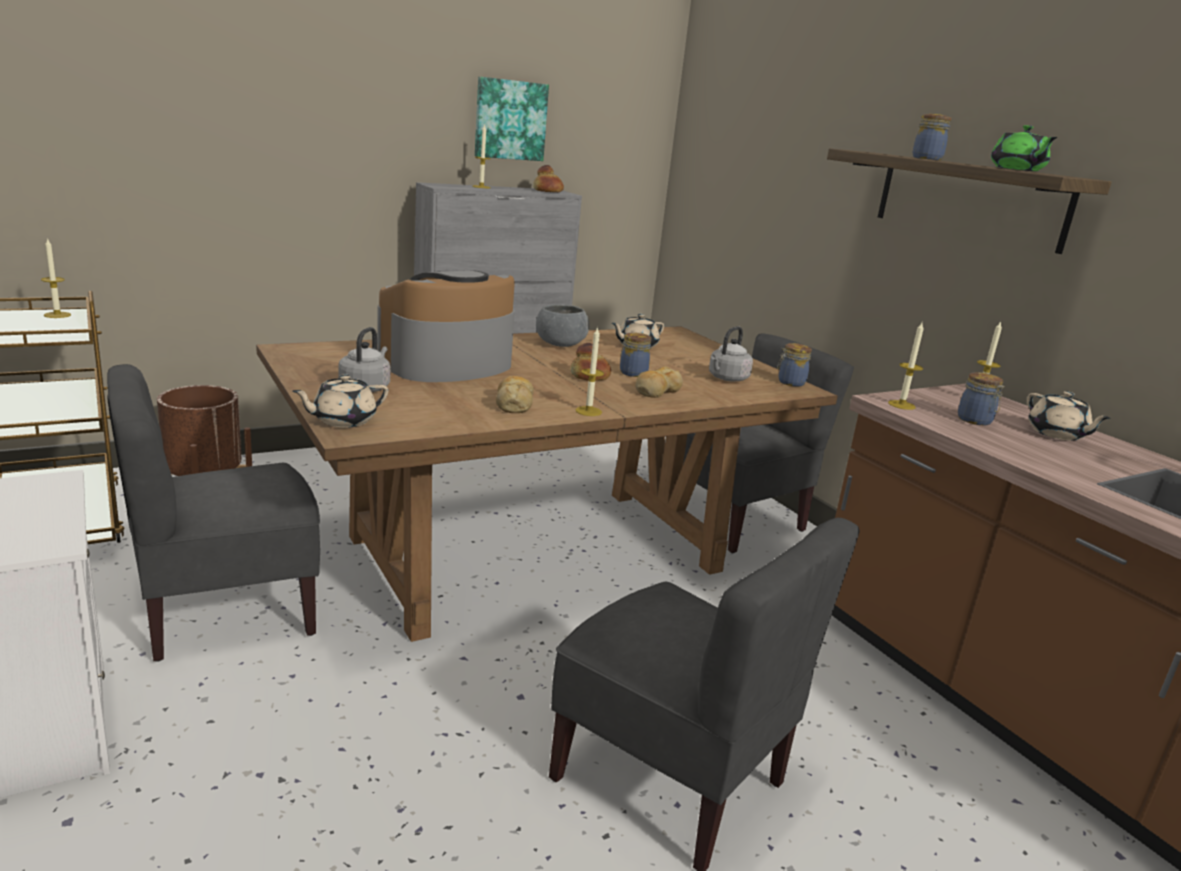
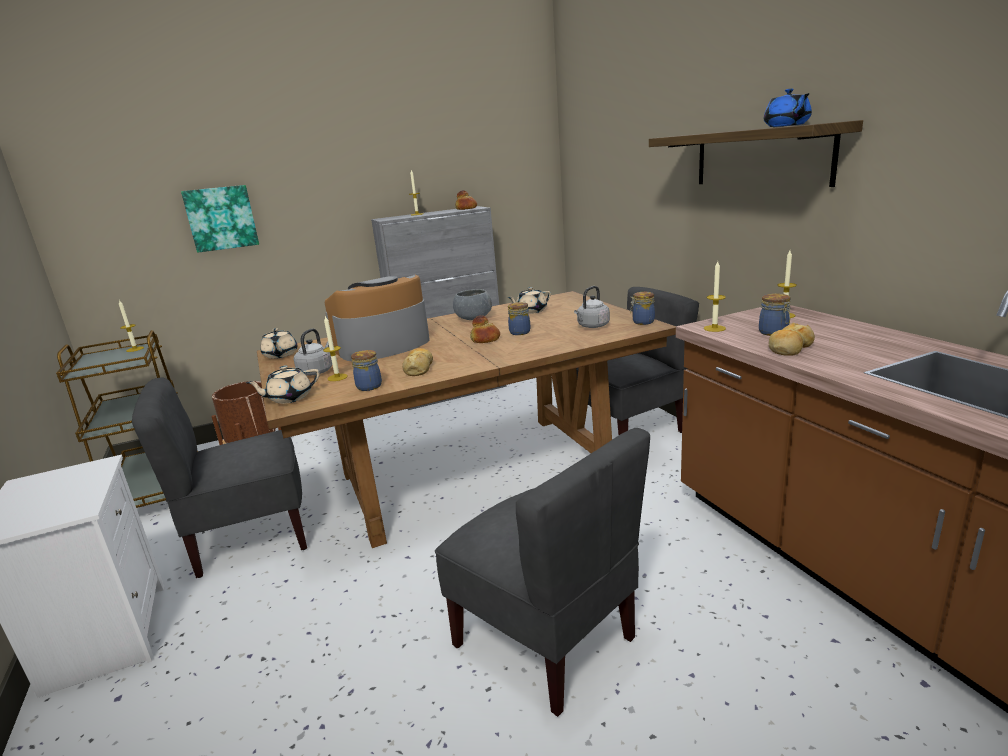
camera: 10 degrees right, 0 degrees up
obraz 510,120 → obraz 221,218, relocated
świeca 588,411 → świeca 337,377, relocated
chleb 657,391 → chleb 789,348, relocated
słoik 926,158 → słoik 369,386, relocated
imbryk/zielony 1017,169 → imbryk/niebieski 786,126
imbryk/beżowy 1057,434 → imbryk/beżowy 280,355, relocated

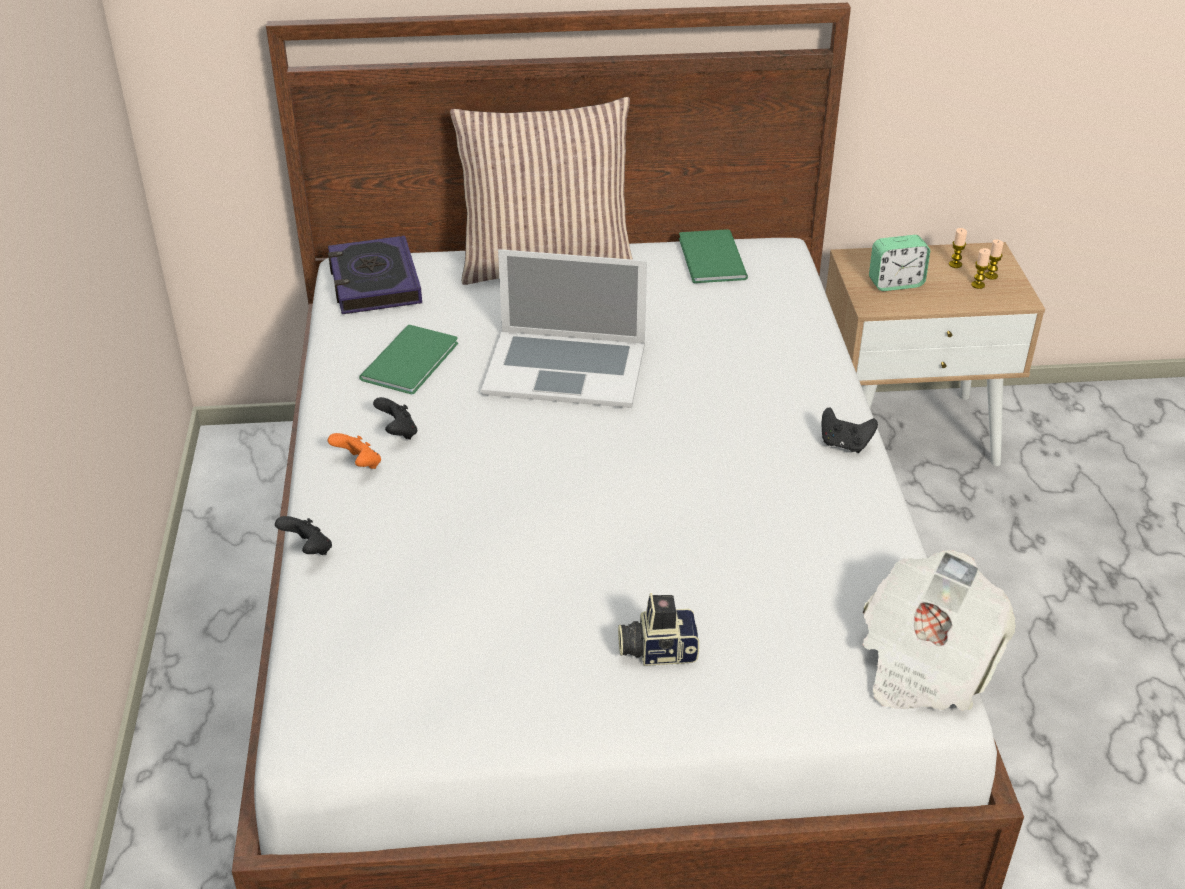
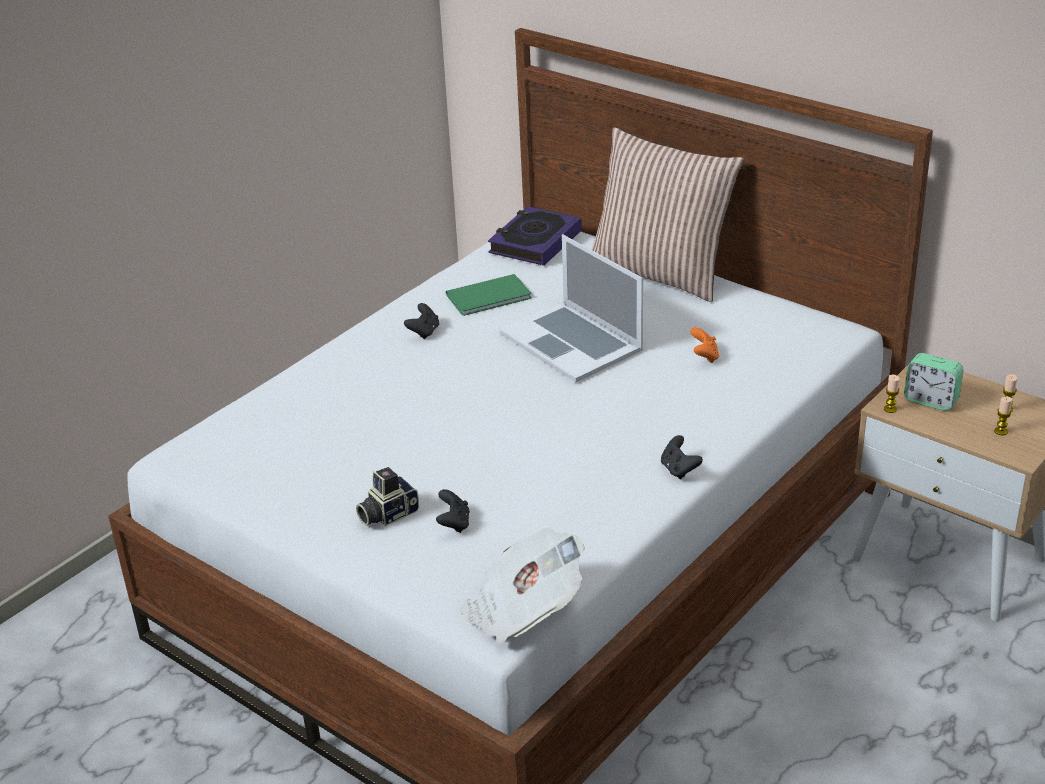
camera: 45 degrees right, 5 degrees down
pad do gier/czarny 308,550 → pad do gier/czarny 454,524, relocated
pad do gier/pomarańczowy 358,464 → pad do gier/pomarańczowy 704,356, relocated
aparat fotograficzny 657,649 → aparat fotograficzny 387,514, 75 degrees counterclockwise
książka/zielony 710,259 → -
świeca 991,276 → świeca 890,409, relocated

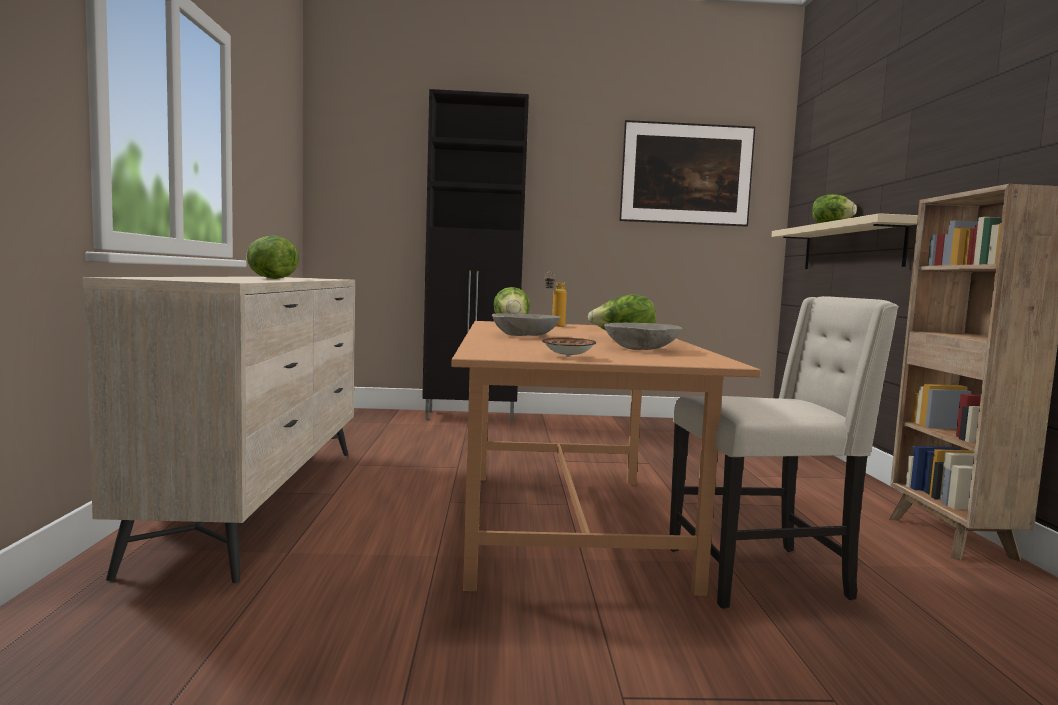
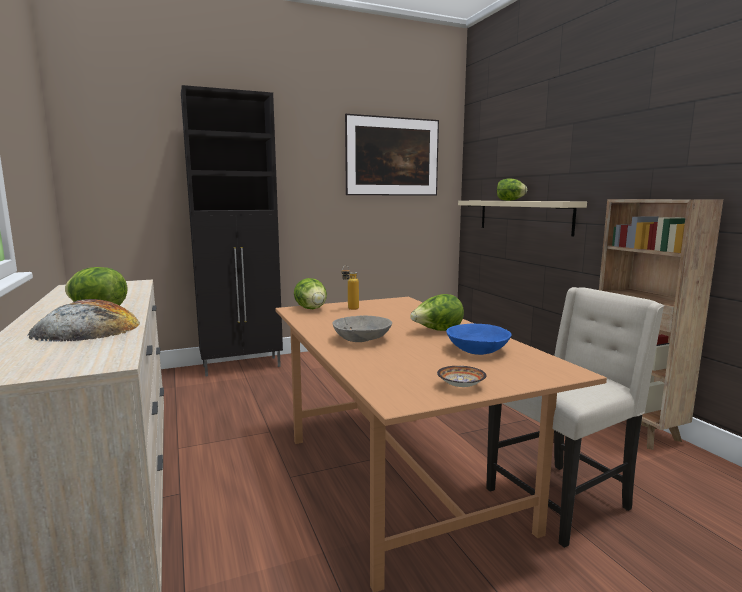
camera: 20 degrees left, 5 degrees up
miska/szary 641,348 → miska/niebieski 477,350
- → chleb 86,329

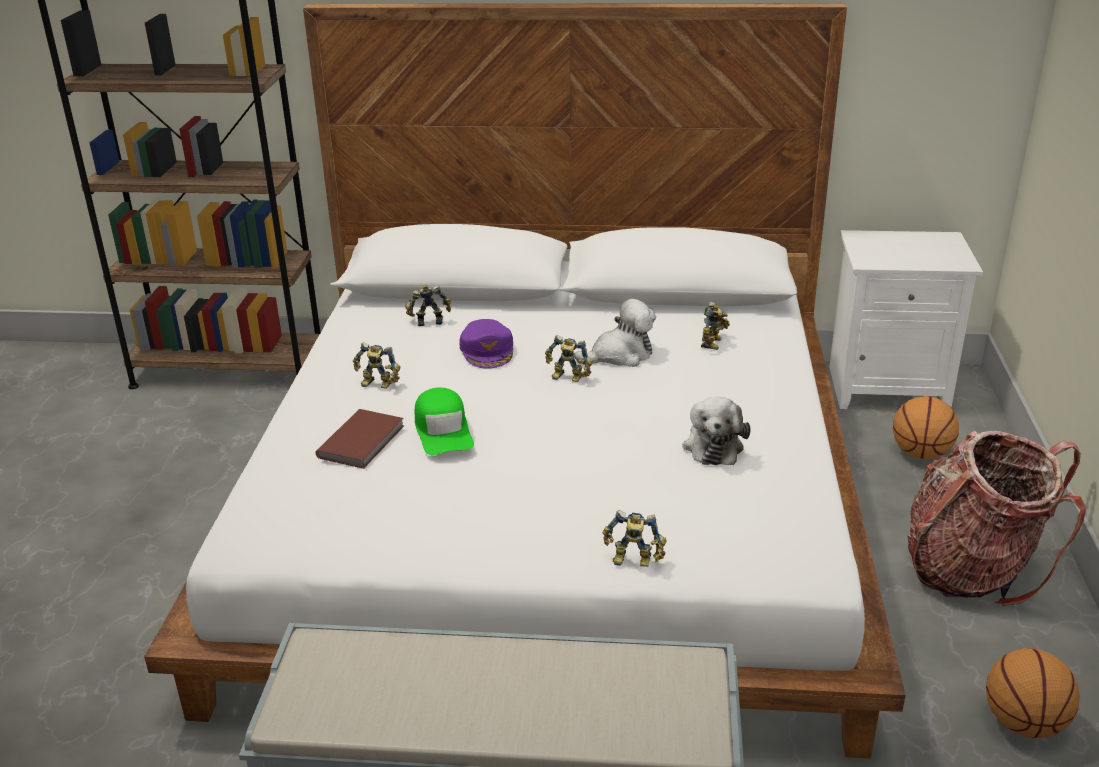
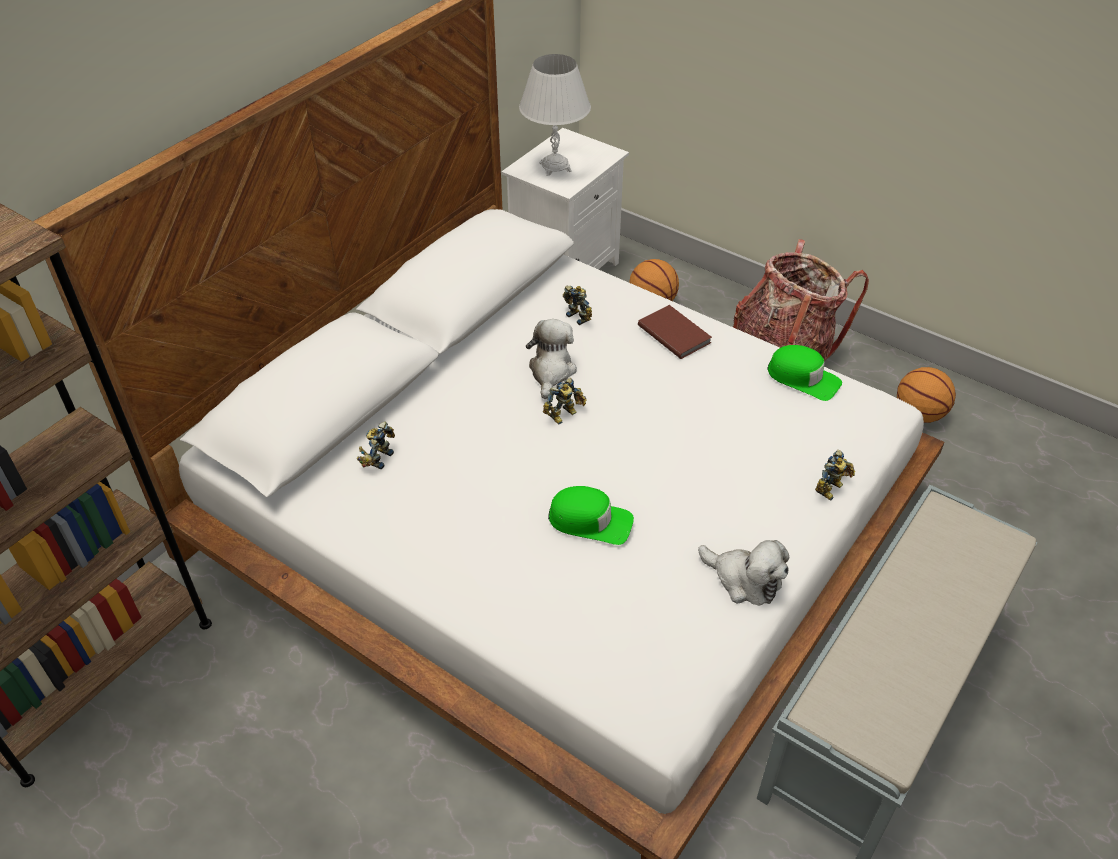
camera: 60 degrees left, 15 degrees up
książka/brązowy 363,441 → książka/brązowy 674,333, relocated
robot zabawkowy 377,385 → -
czapka z daszkiem/fioletowy 488,350 → -
pluszak 713,445 → pluszak 744,580, relocated
- → lampa stołowa/biały 555,167
- → czapka z daszkiem/zielony 803,378

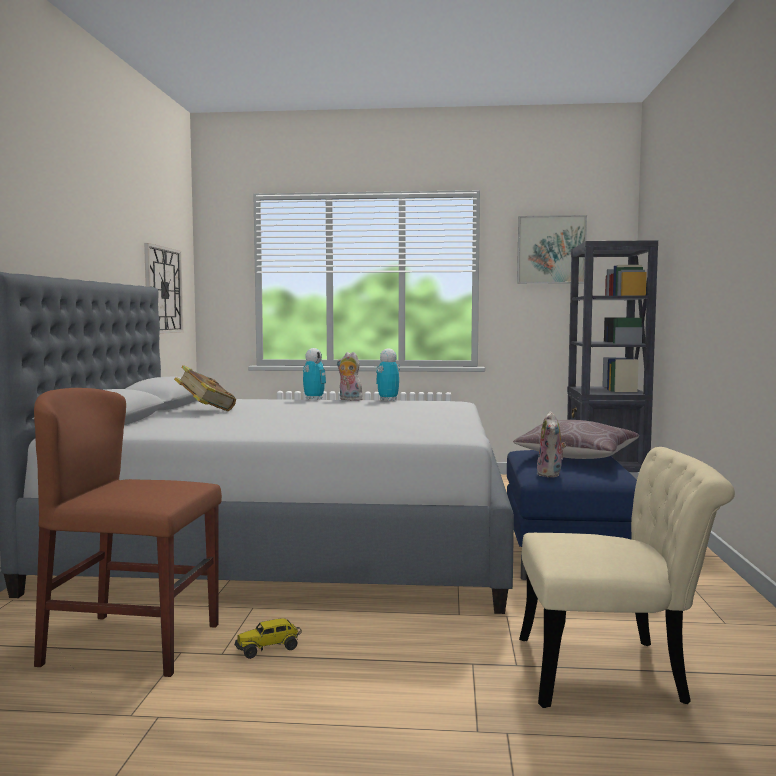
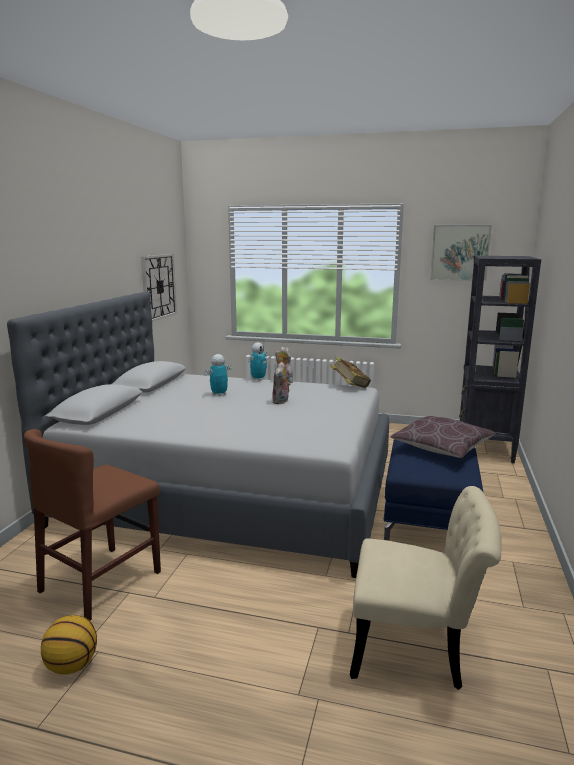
camera: 10 degrees right, 10 degrees up
krzesło/brązowy 133,644 → krzesło/brązowy 101,581, 75 degrees counterclockwise
książka 205,411 → książka 349,387, relocated
ciężarówka zabawkowa 268,649 → -
robot zabawkowy 388,400 → robot zabawkowy 219,394, relocated
pluszak 551,474 → pluszak 281,401, relocated
- → piłka do koszykówki 72,665

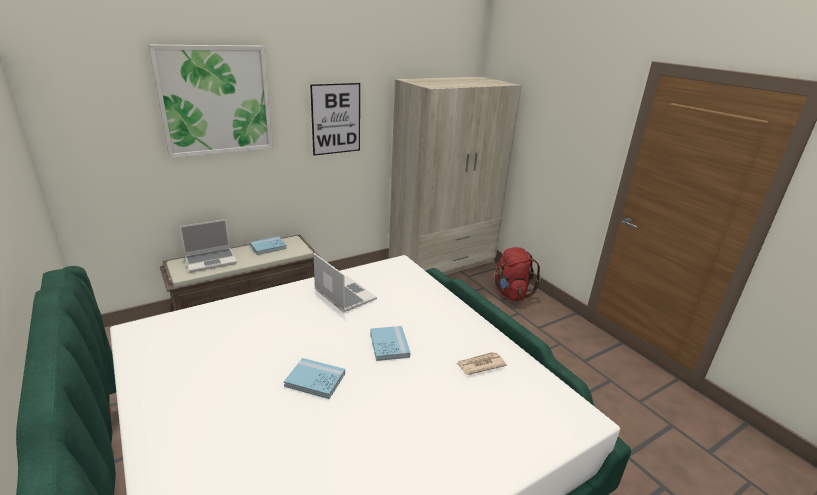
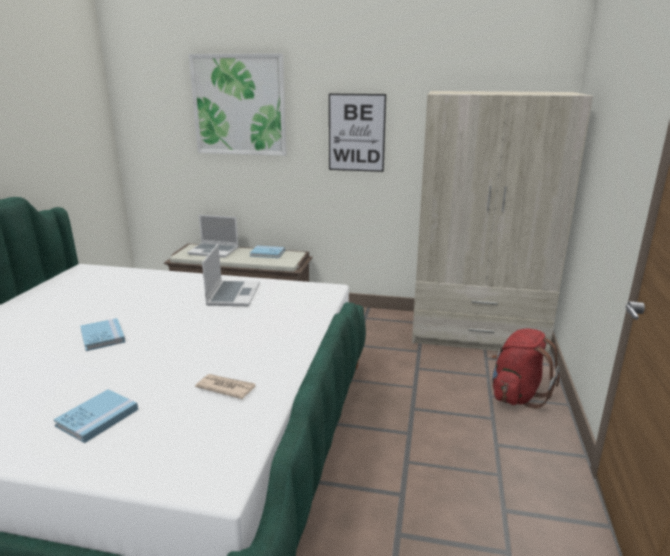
camera: 45 degrees right, 5 degrees down
książka/niebieski 389,345 → książka/niebieski 97,417, relocated

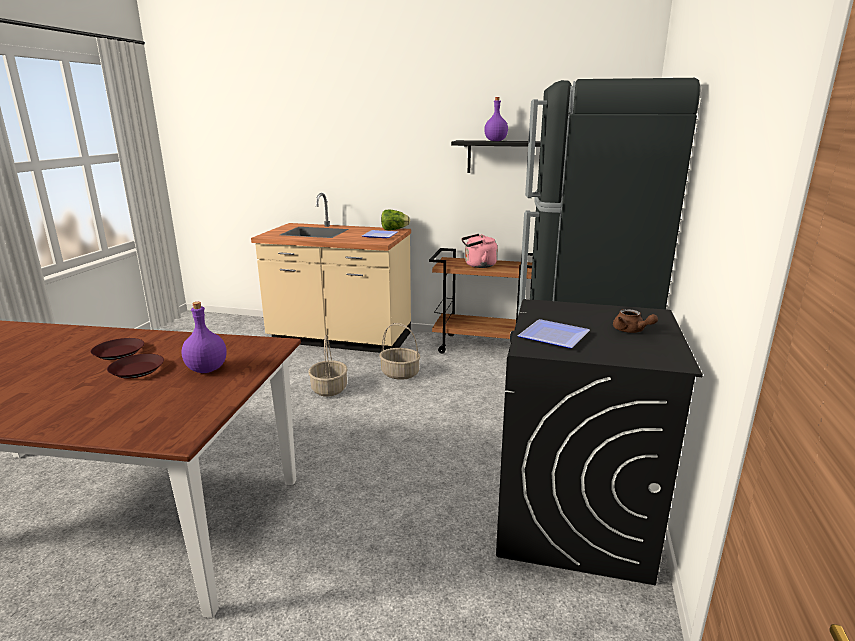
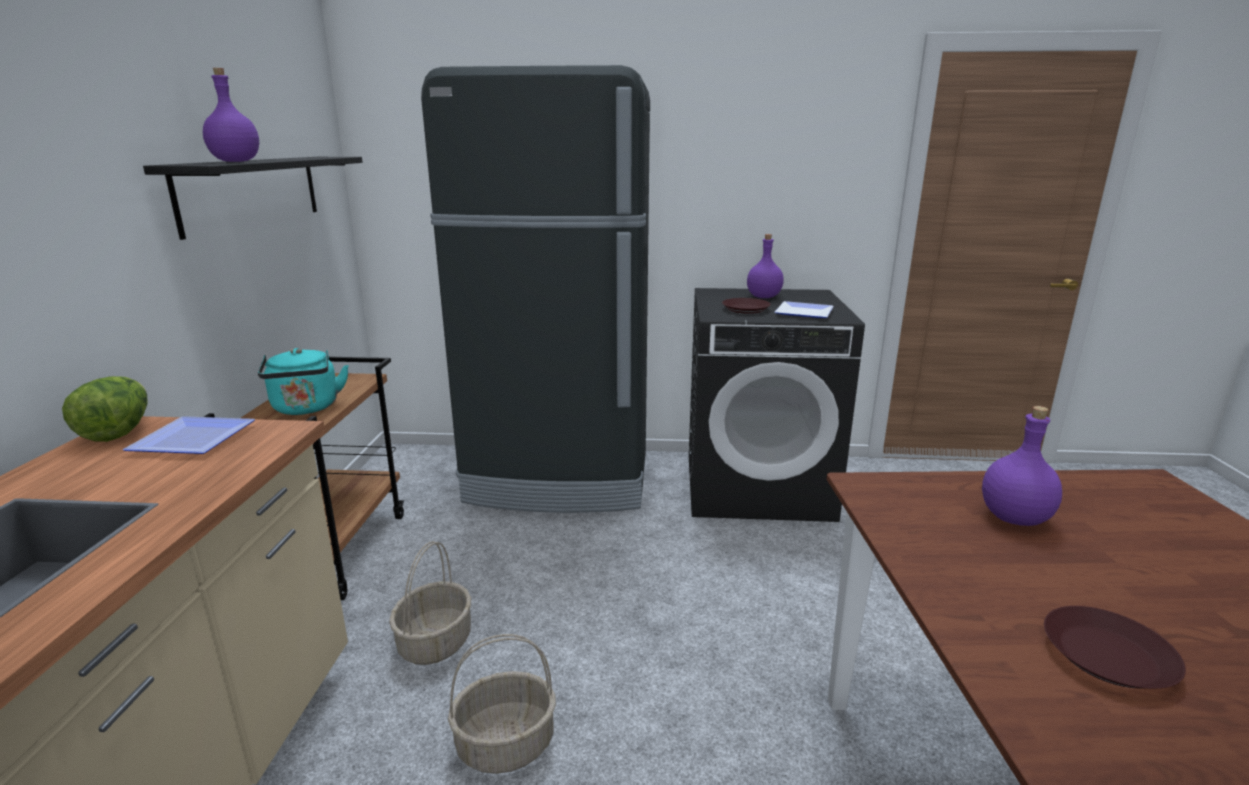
camera: 100 degrees left, 0 degrees up
talerz/brązowy 137,370 → talerz/brązowy 745,309, relocated
czajnik/różowy 478,265 → czajnik/turkusowy 306,408
imbryk/brązowy 631,331 → butelka/fioletowy 763,297

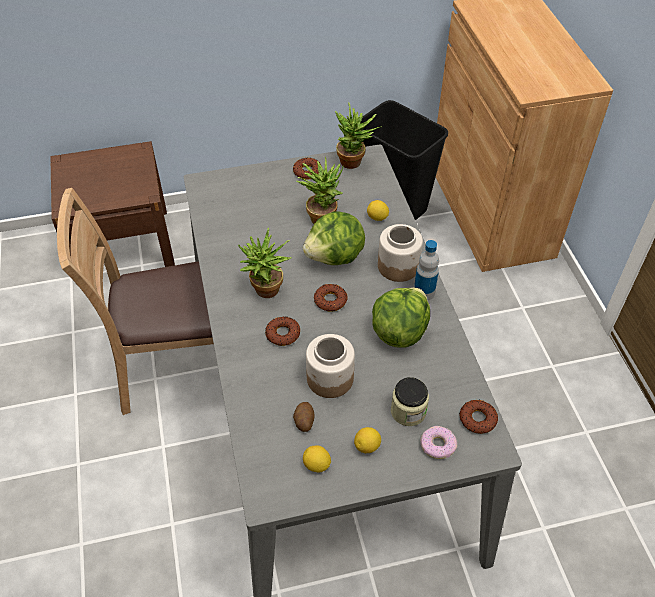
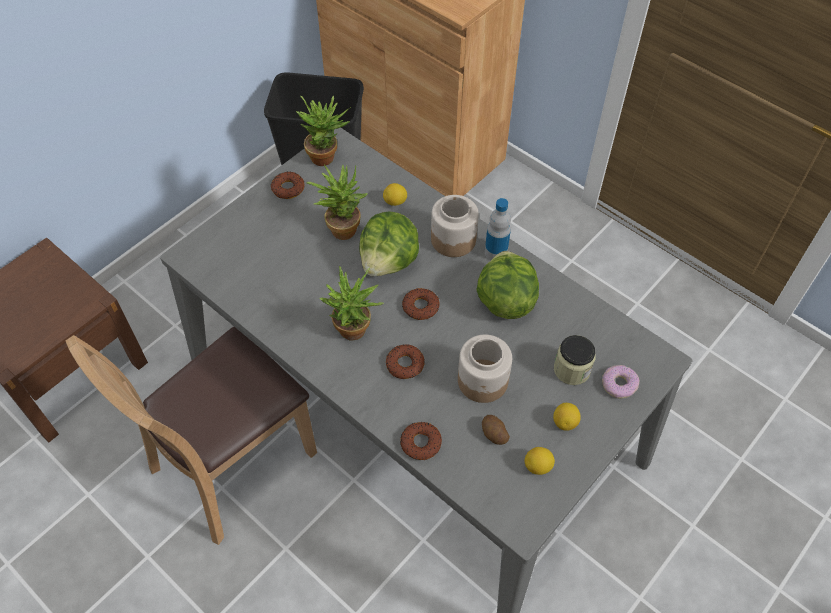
camera: 35 degrees left, 5 degrees up
donut 477,419 → donut 420,443, relocated

